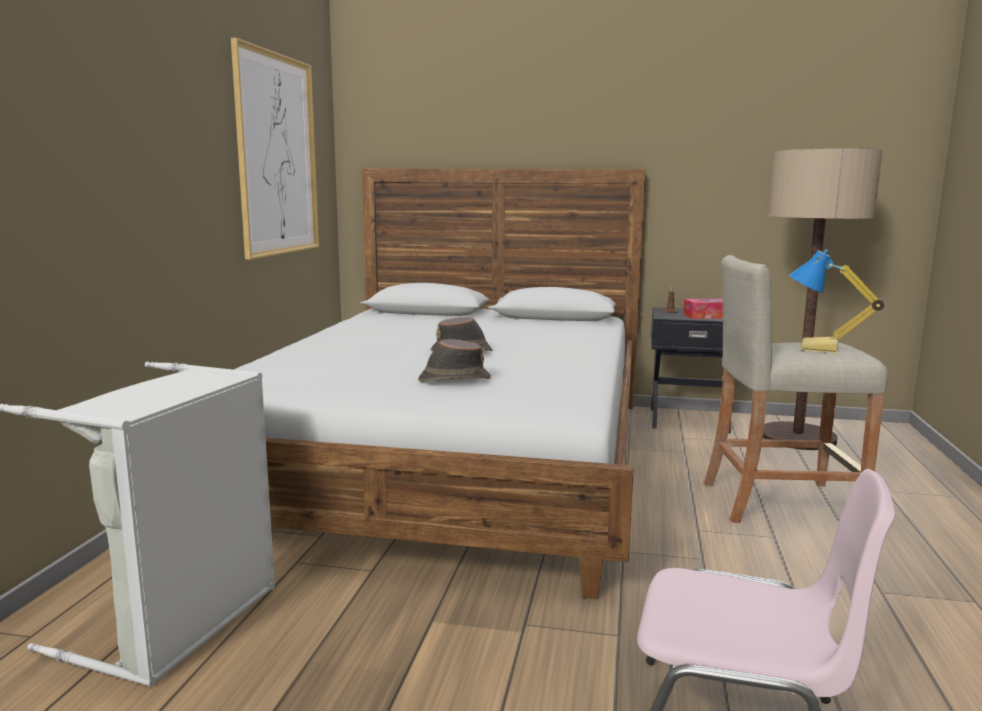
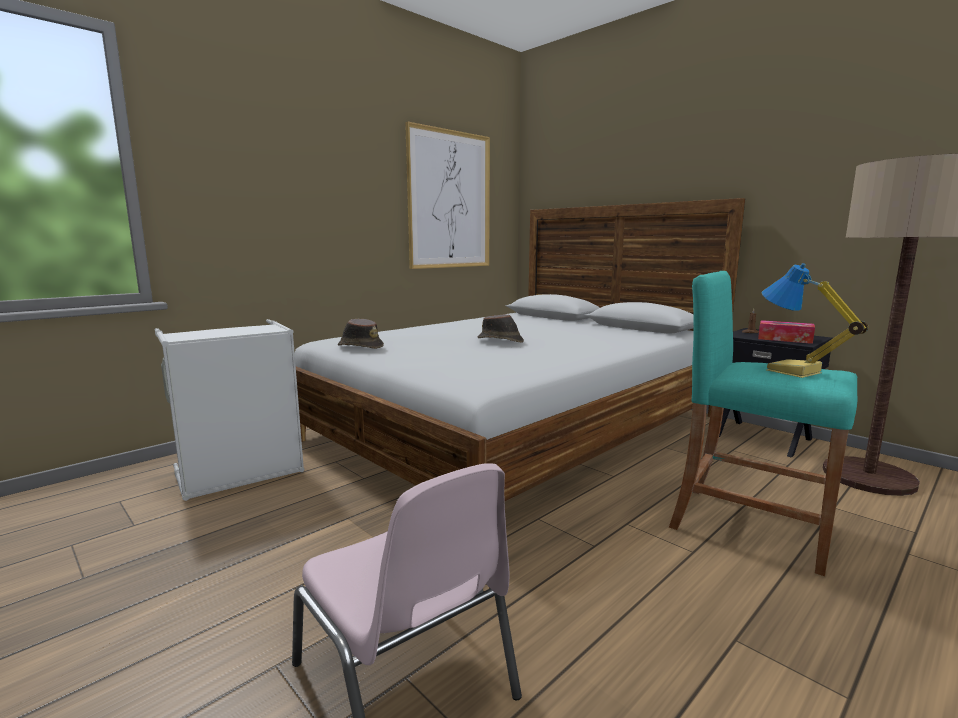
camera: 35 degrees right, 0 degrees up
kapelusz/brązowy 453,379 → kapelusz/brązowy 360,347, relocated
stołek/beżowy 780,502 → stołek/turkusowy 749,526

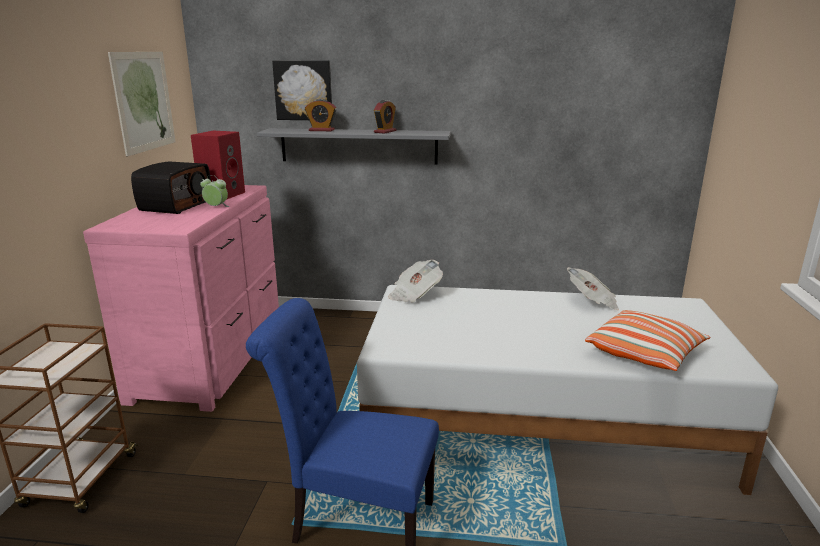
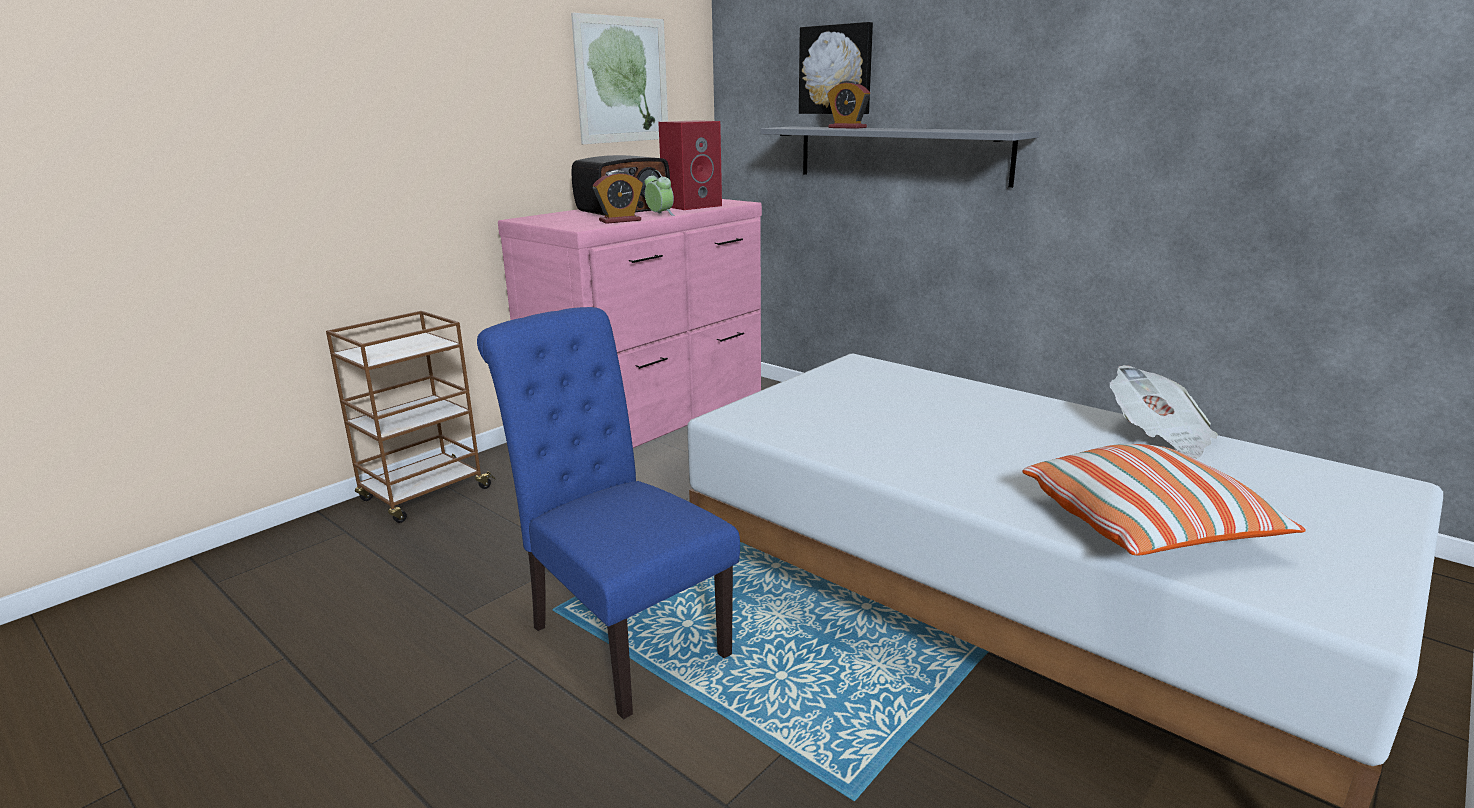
camera: 35 degrees right, 0 degrees up
budzik 385,131 → budzik 620,221, relocated
gazeta 414,295 → -

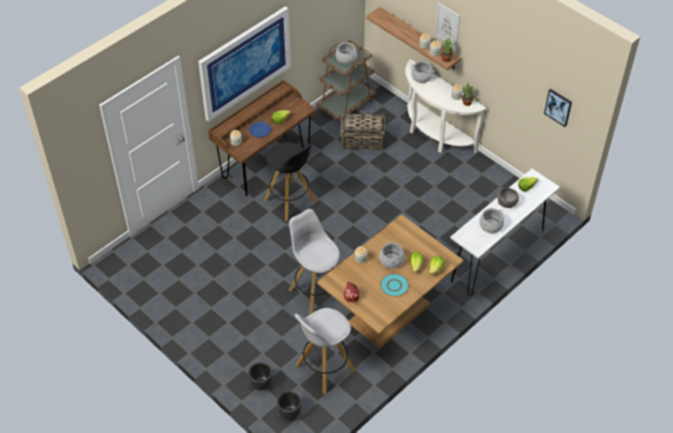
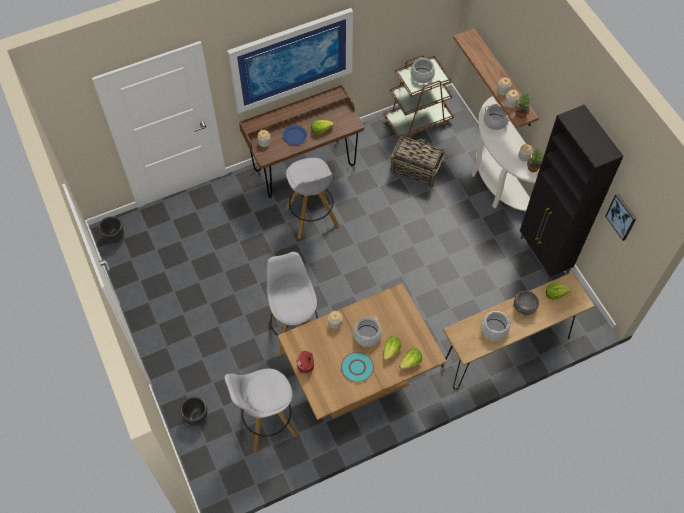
camera: 20 degrees right, 10 degrees up
stołek/czarny 290,201 → stołek/biały 312,217
donica/czarny 289,412 → donica/czarny 114,237, relocated
obraz 447,25 → -
stolik konsolowy/biały 498,256 → stolik konsolowy/brązowy 506,351
- → szafka/czarny 544,256

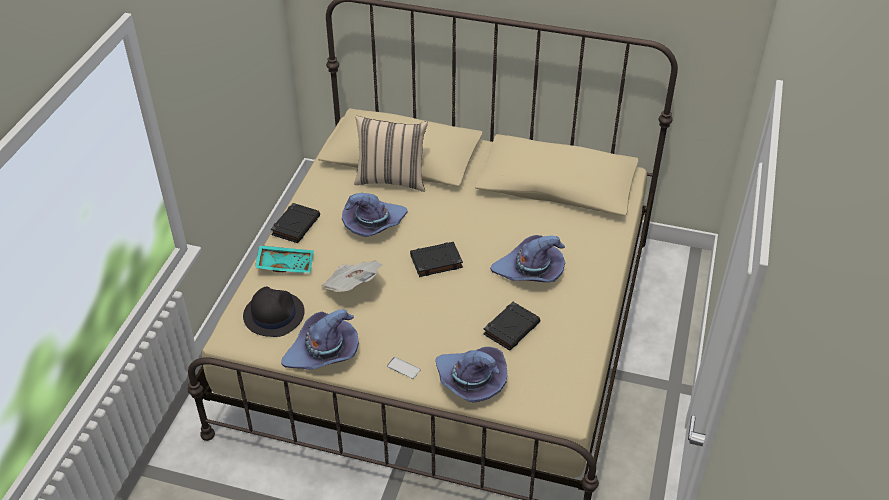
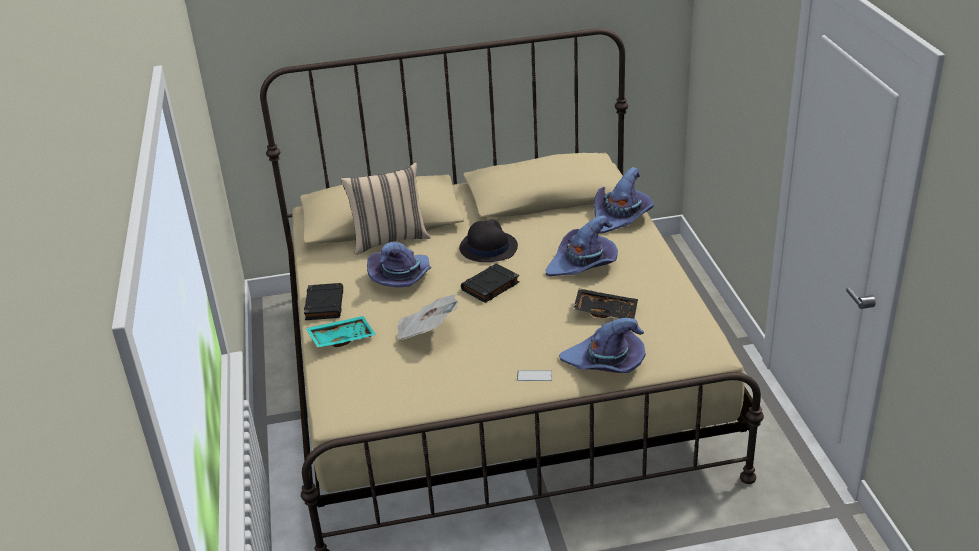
camera: 25 degrees left, 10 degrees down
kapelusz/czarny 273,314 → kapelusz/czarny 488,247, relocated
kapelusz/fioletowy 324,352 → kapelusz/fioletowy 621,217, relocated
książka/czarny 511,328 → taca/czarny 606,311

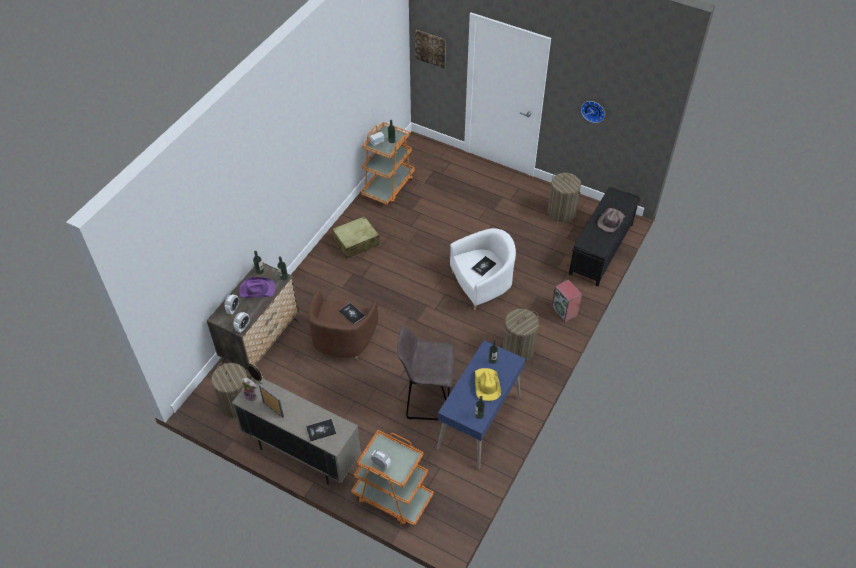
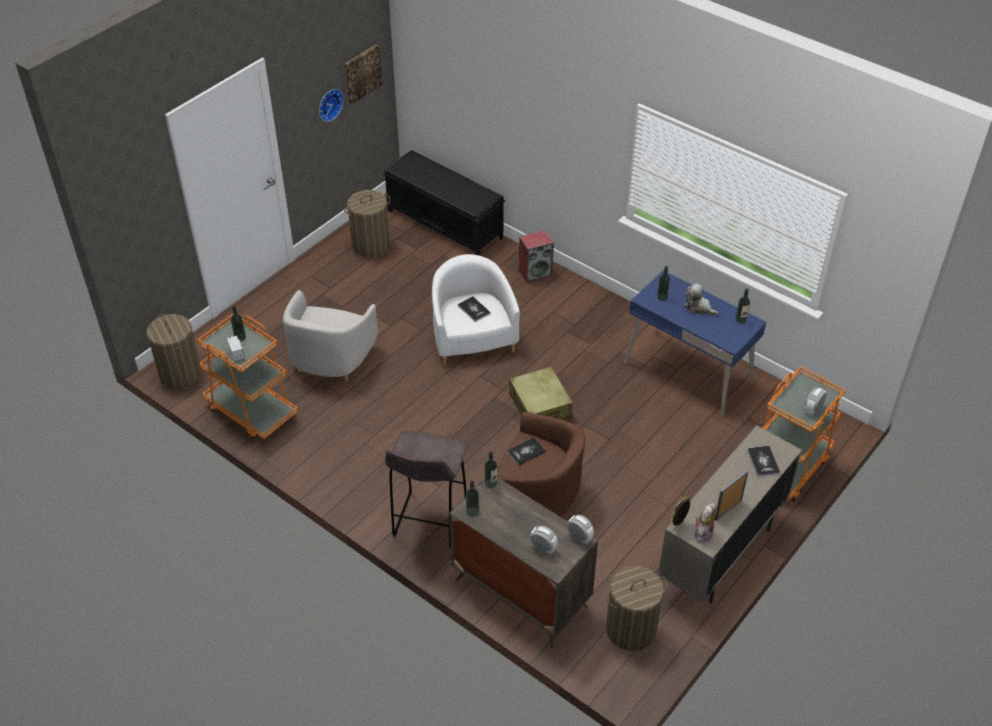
camera: 80 degrees left, 5 degrees down
kapelusz/fioletowy 257,289 → -
walizka/beżowy 355,242 → walizka/beżowy 540,406, relocated
stołek/szary 427,401 → stołek/szary 429,522, relocated
obraz 431,48 → obraz 362,73, relocated
kapelusz/żółty 486,385 → pluszak 699,307
kosz na pranie 518,349 → kosz na pranie 180,373, relocated
kapelusz/brązowy 610,221 → -
- → fotel/biały 330,359

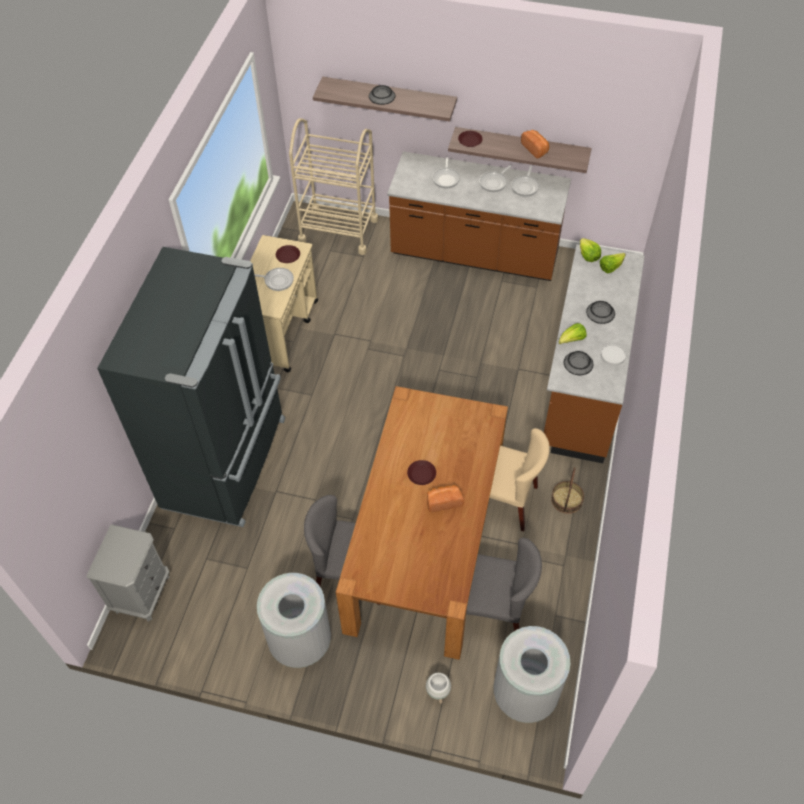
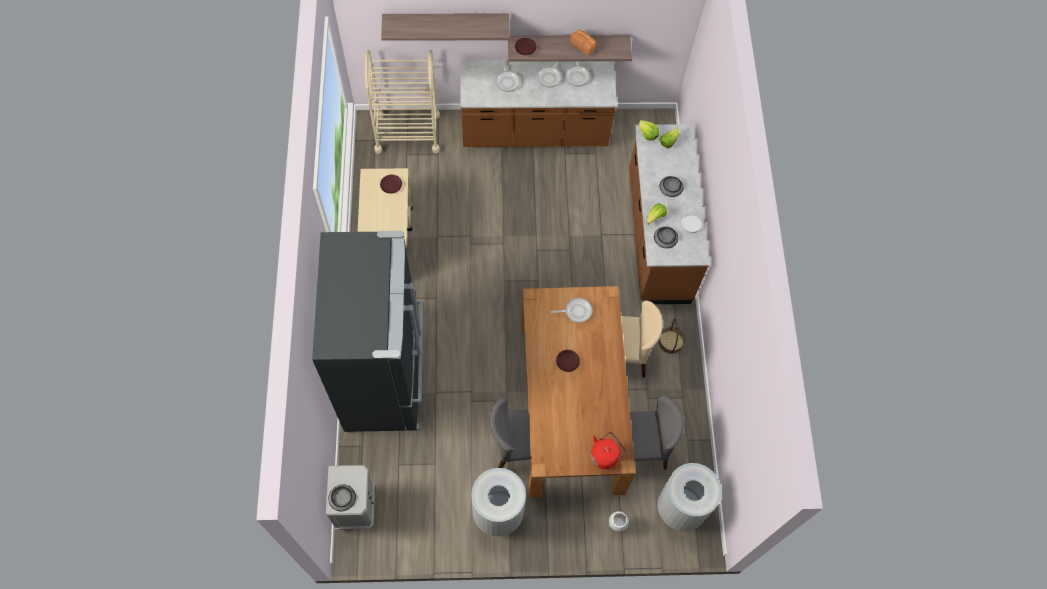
camera: 20 degrees left, 10 degrees up
patelnia 277,280 → patelnia 576,311, relocated
miska 382,96 → miska 342,497, relocated
chleb 443,501 → -
- → czajnik/czerwony 605,455

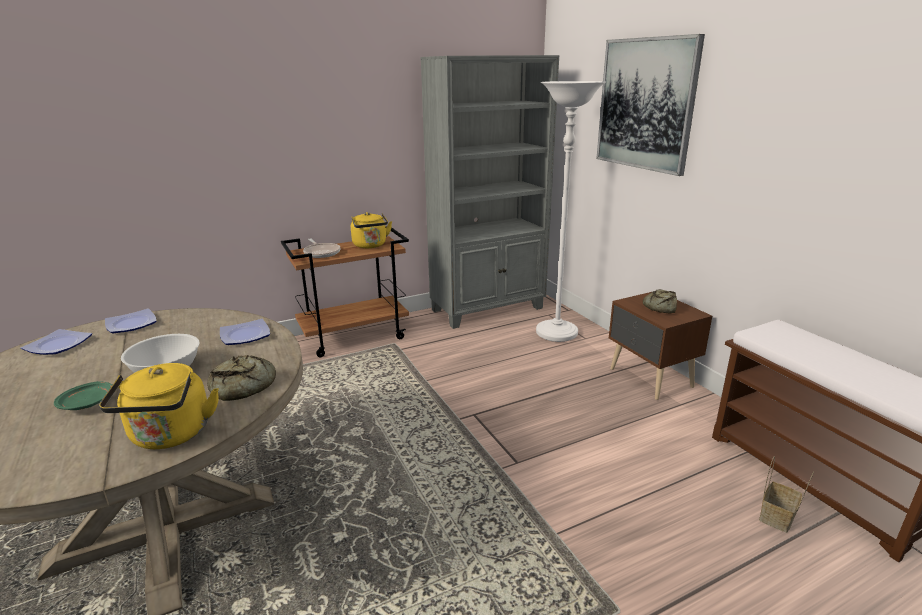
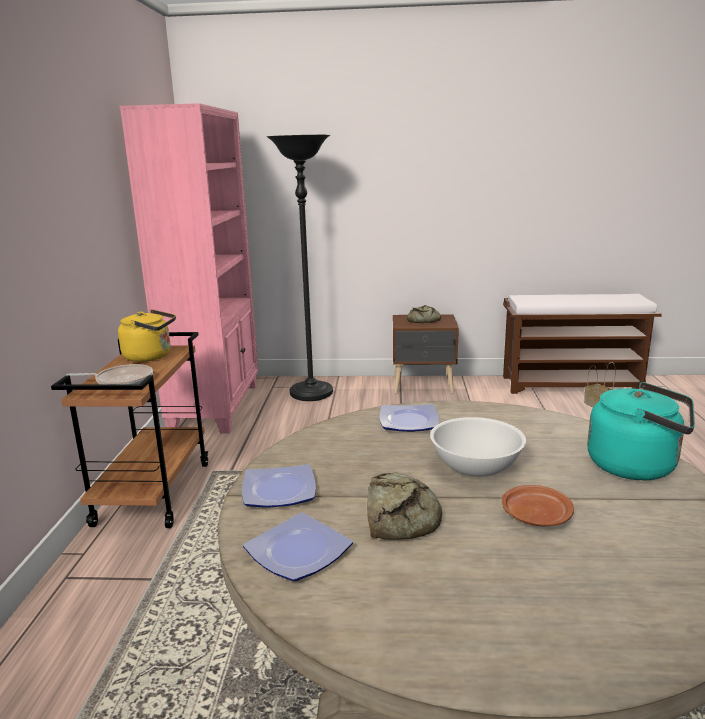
camera: 60 degrees left, 5 degrees down
talerz/zielony 88,403 → talerz/brązowy 536,516
czajnik/żółty 170,436 → czajnik/turkusowy 637,466
chleb 244,386 → chleb 400,515, relocated
regał/szary 488,309 → regał/różowy 217,406
lampa stojąca/biały 556,333 → lampa stojąca/czarny 311,393
obraz 645,104 → -

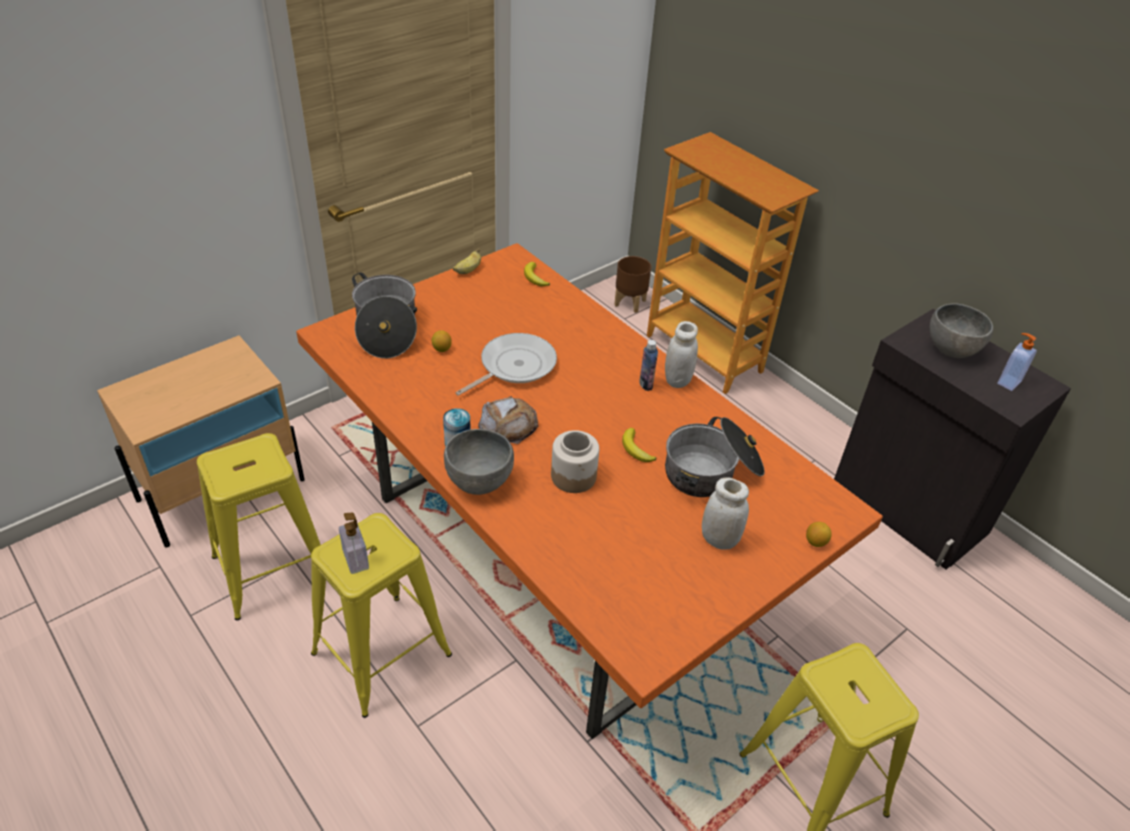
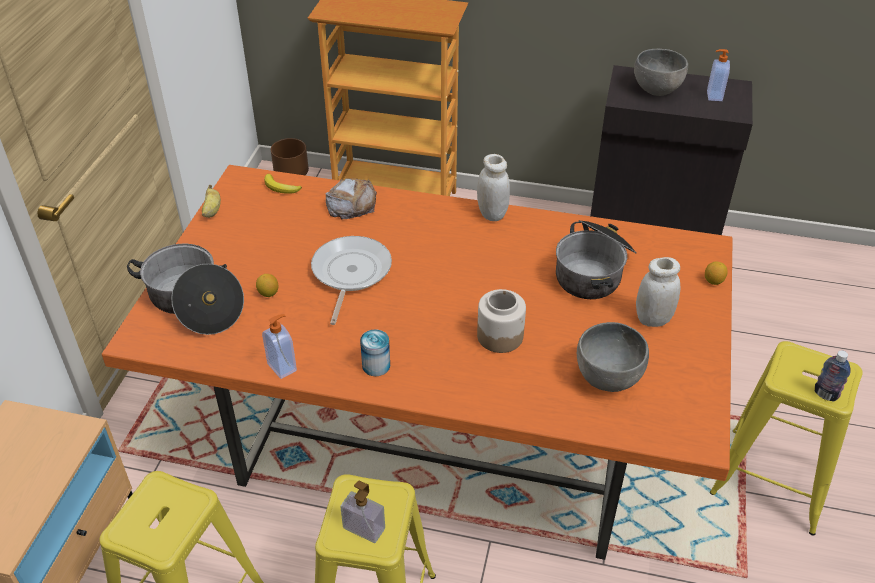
camera: 35 degrees left, 0 degrees up
miska/szary 478,482 → miska/szary 607,378, relocated
chleb 509,424 → chleb 351,203, relocated
banan 636,449 → -
butelka 646,384 → butelka 825,394, relocated
- → dozownik mydła 283,367

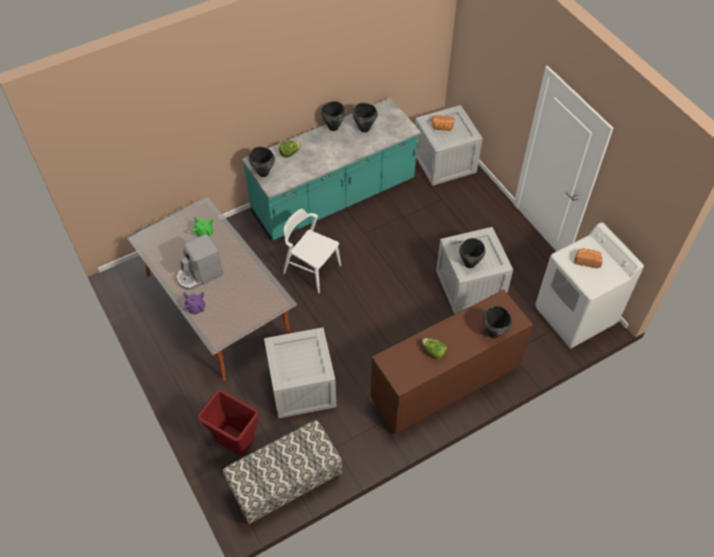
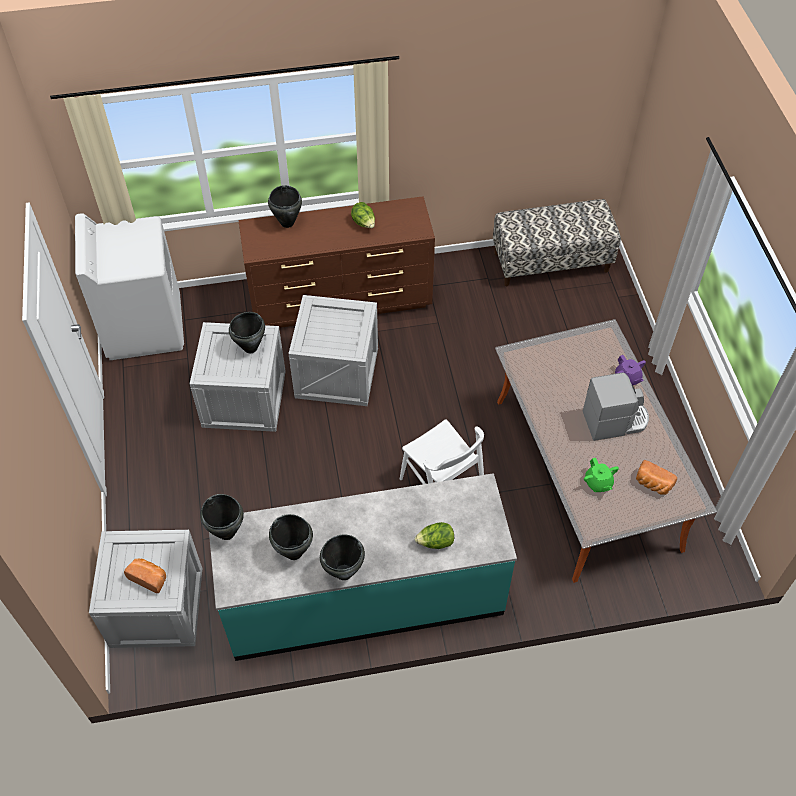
camera: 160 degrees left, 0 degrees up
kosz na śmieci/czerwony 235,444 → -
garnek/czarny 263,173 → garnek/czarny 226,533, relocated
skrzynka 301,388 → skrzynka 338,372, relocated
chleb 587,261 → chleb 652,484, relocated

